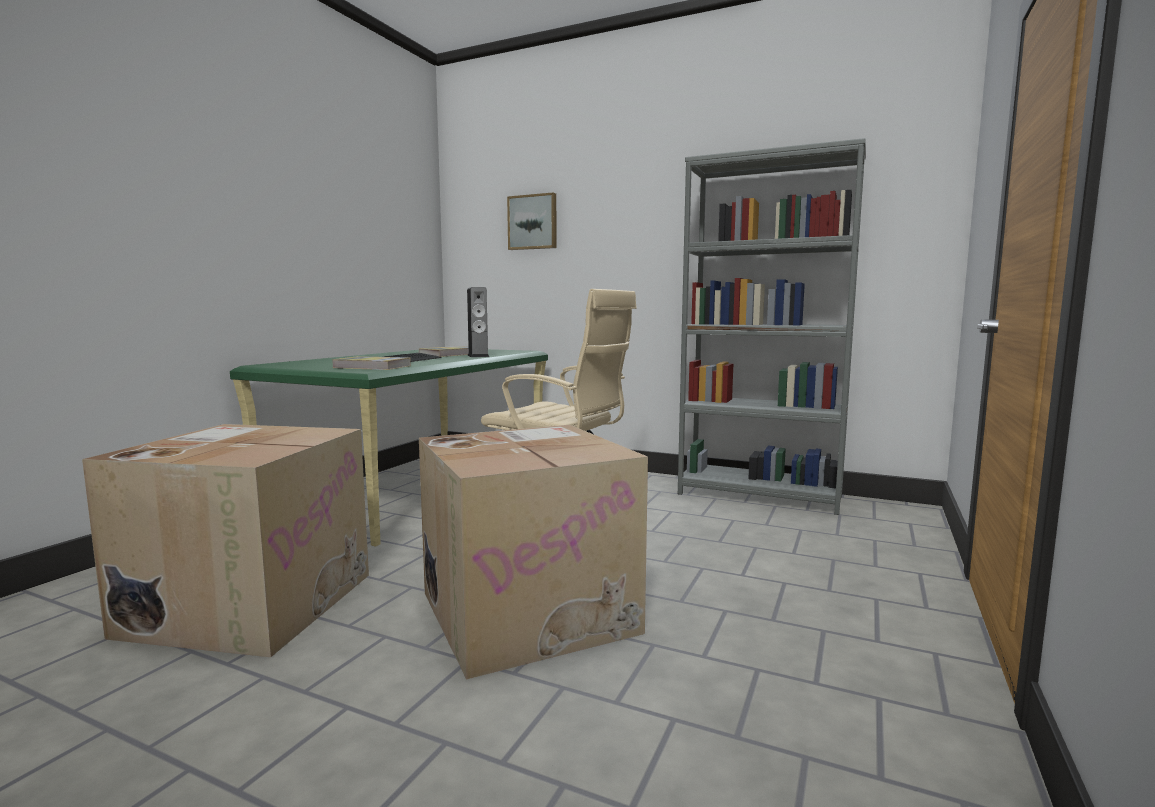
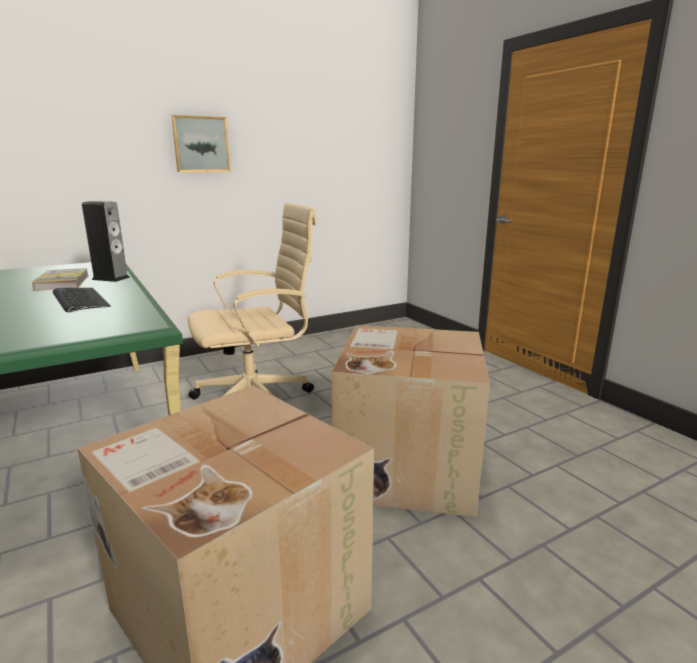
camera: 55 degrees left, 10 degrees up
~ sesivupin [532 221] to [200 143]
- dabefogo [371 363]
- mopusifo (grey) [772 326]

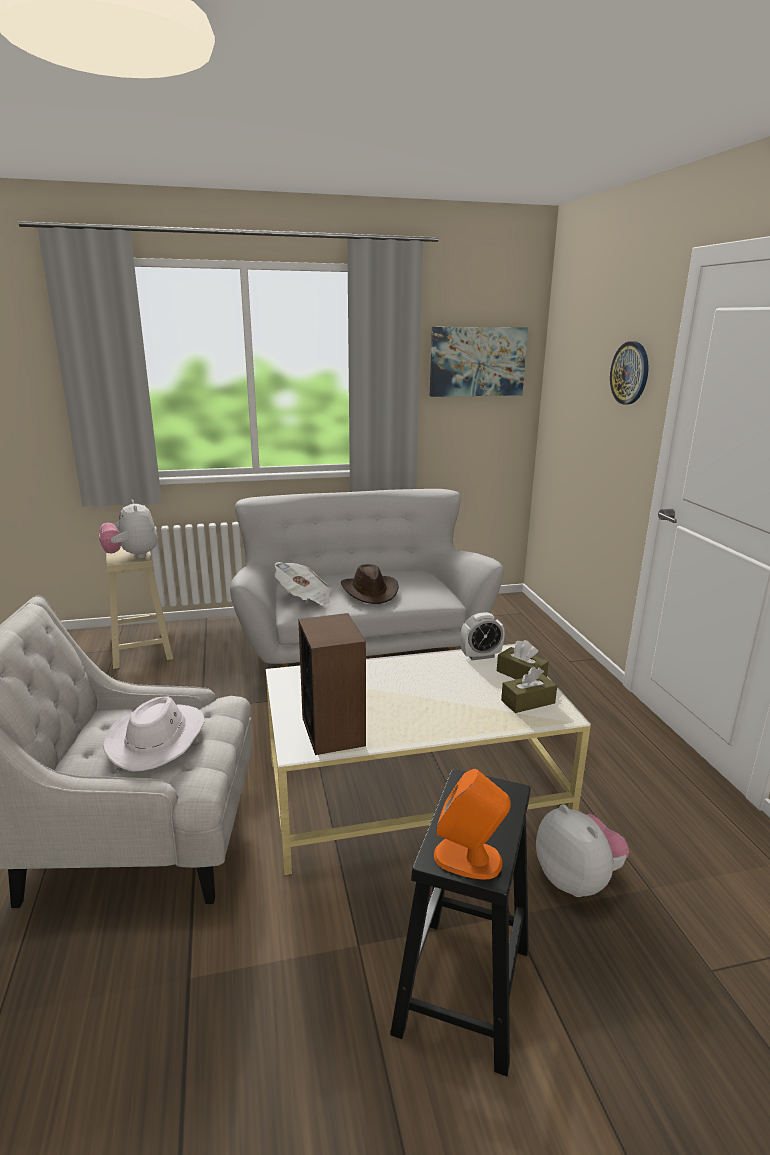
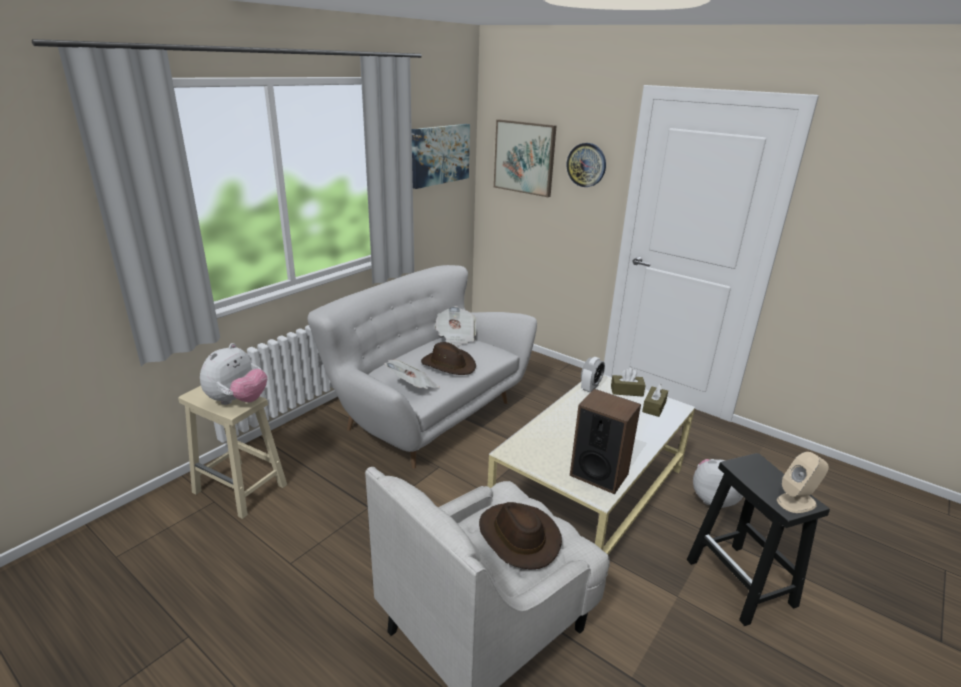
camera: 40 degrees left, 5 degrees up
~ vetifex [128 529] = [233 374] 90 degrees counterclockwise
+ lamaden [455 326]
~ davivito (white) [154 734] to davivito (brown) [520 536]
+ sesivupin [525 158]
~ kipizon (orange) [472 824] to kipizon (beige) [803 482]

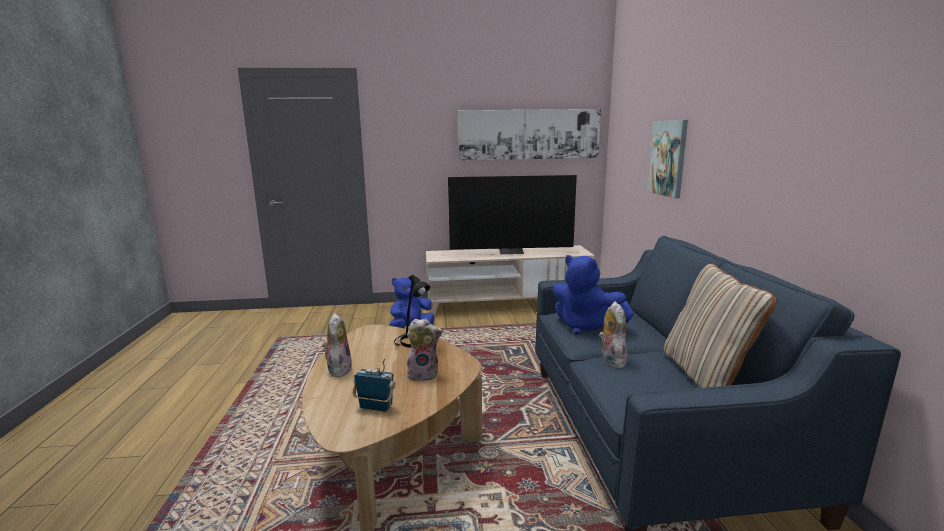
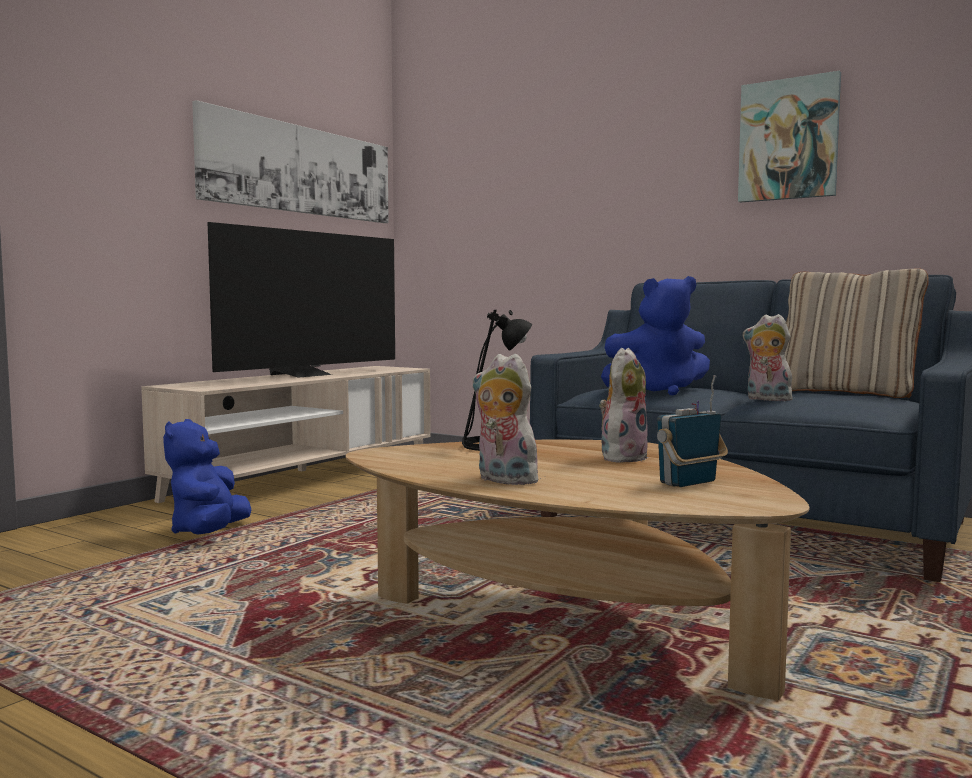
camera: 50 degrees left, 10 degrees down
~ sesivupin [667 159] to [789 137]

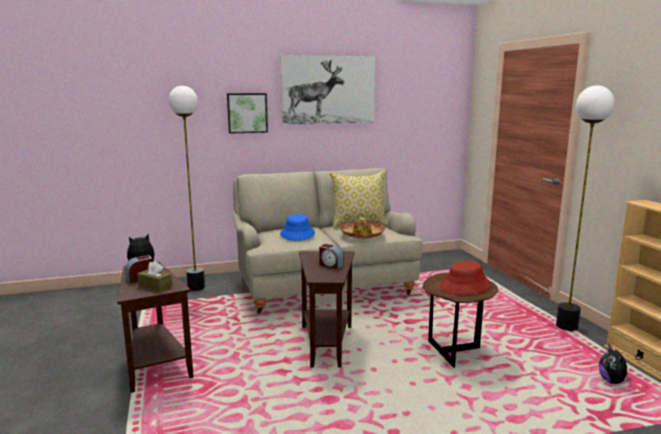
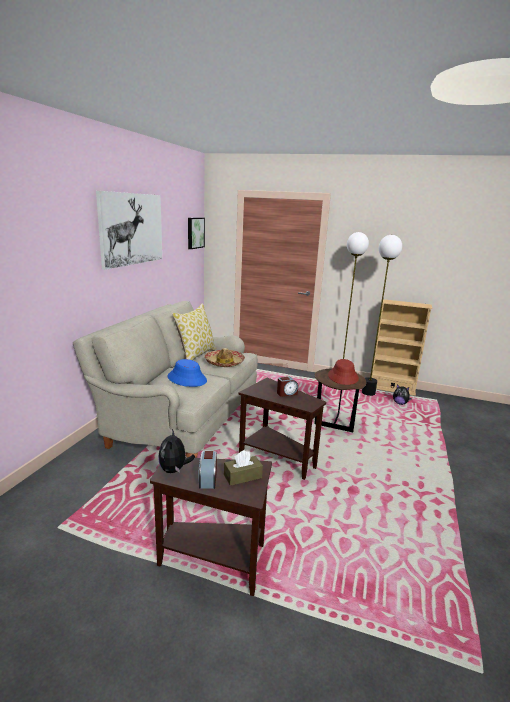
camera: 55 degrees left, 5 degrees up
~ sesivupin [247 113] to [196 233]
~ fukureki [187 188] to [382 315]

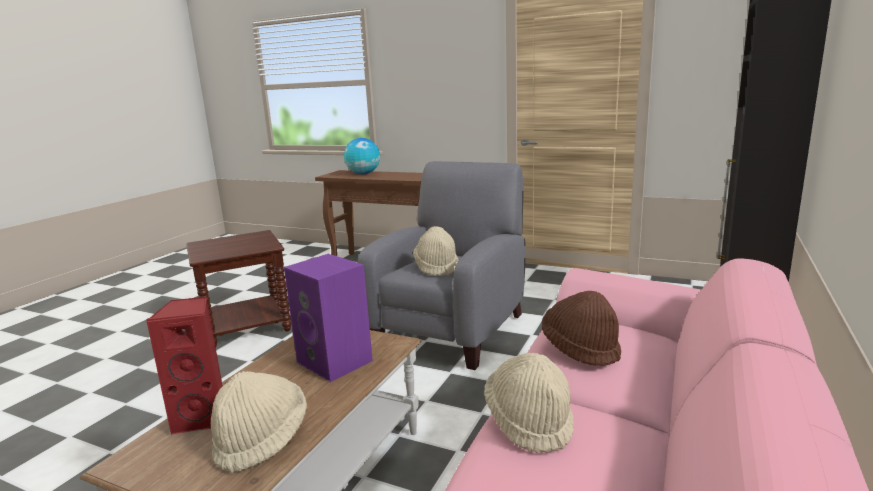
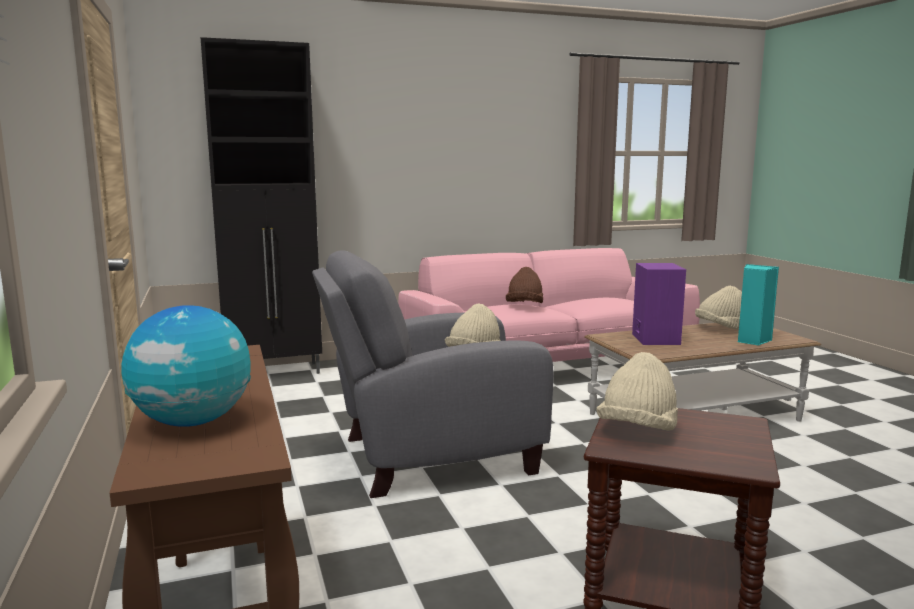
camera: 135 degrees left, 5 degrees down
~ davivito (beige) [529 403] to [637 391]
~ kipizon (red) [184 366] to kipizon (turquoise) [758 305]

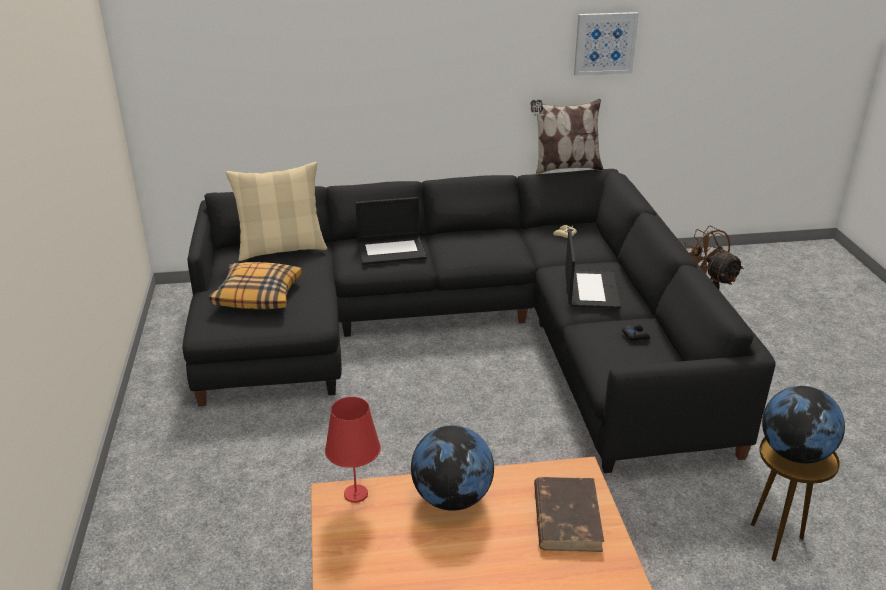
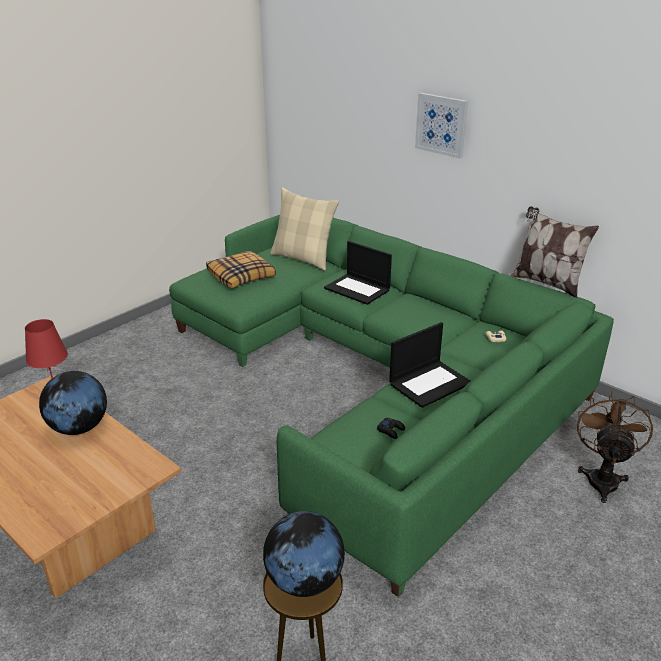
camera: 50 degrees right, 0 degrees up
~ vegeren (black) [479 321] to vegeren (green) [391 406]
~ sesivupin [606 44] to [441 126]
- dabefogo (brown) [569 514]

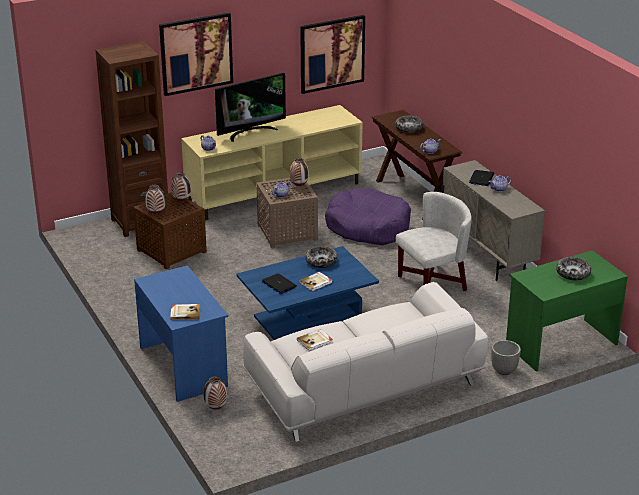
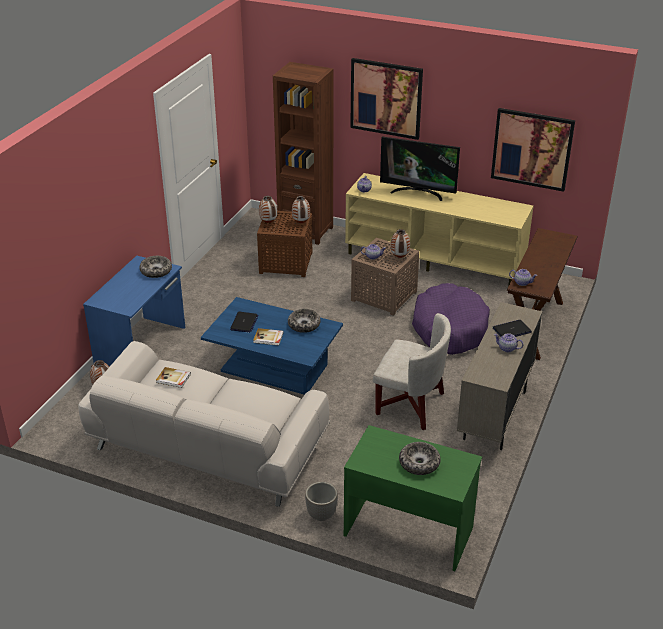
camera: 50 degrees right, 5 degrees up
~ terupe [409 124] to [156 267]
- dabefogo [185 312]

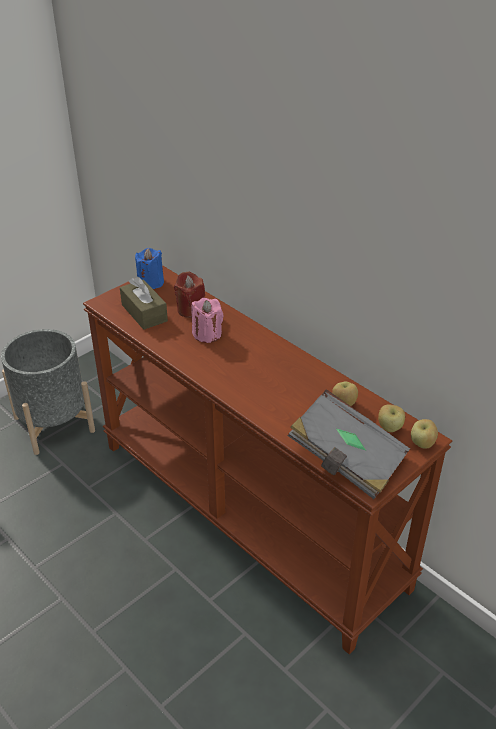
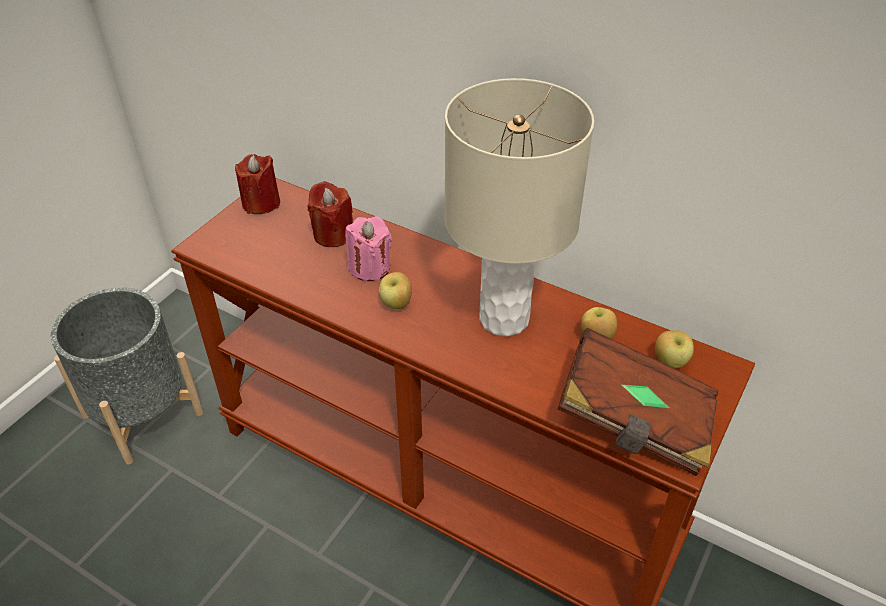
camera: 15 degrees left, 5 degrees up
~ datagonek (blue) [149 268] to datagonek (red) [257 184]
~ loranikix [424 434] to [395 290]
+ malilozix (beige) [519 207]
~ dabefogo (grey) [349 444] to dabefogo (brown) [638 402]
- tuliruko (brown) [144 303]

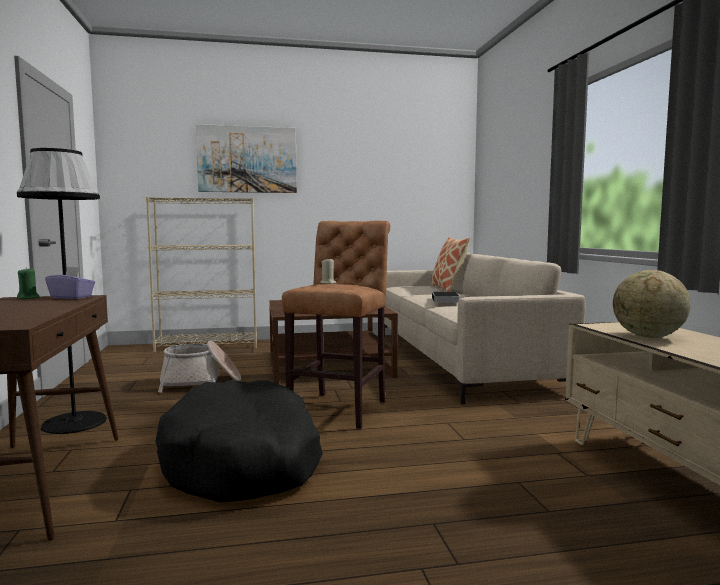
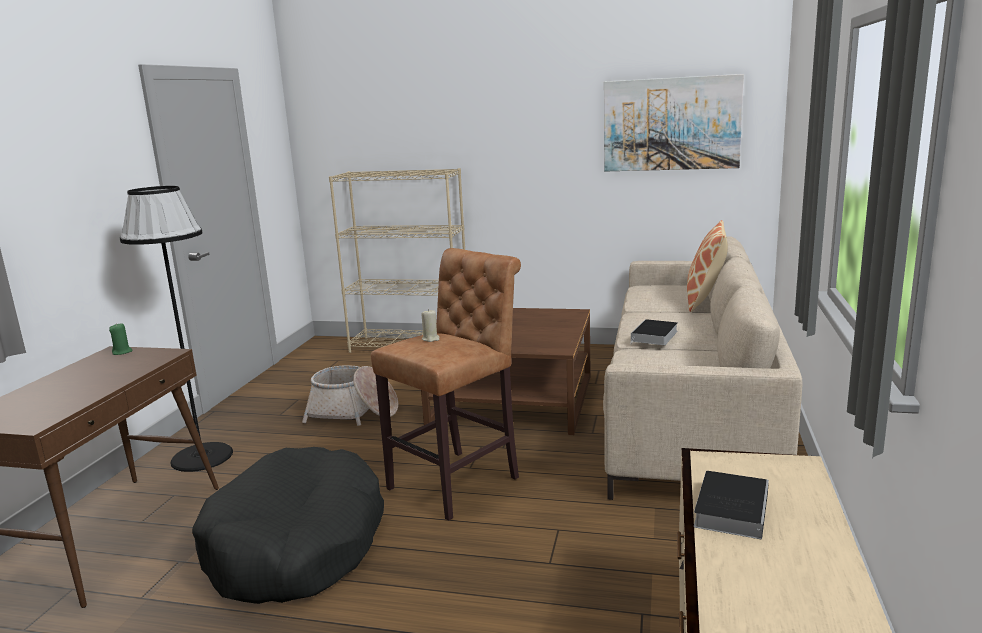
camera: 25 degrees right, 10 degrees up
~ sesivupin [246 158] to [674 122]
~ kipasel [651 304] to dabefogo [731 505]
- tuliruko (purple) [70 282]

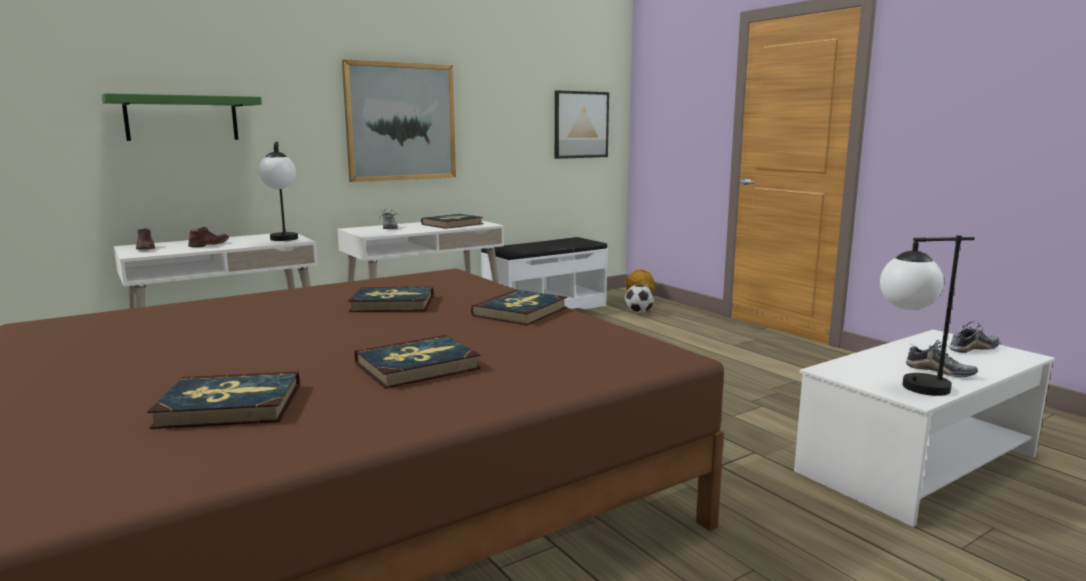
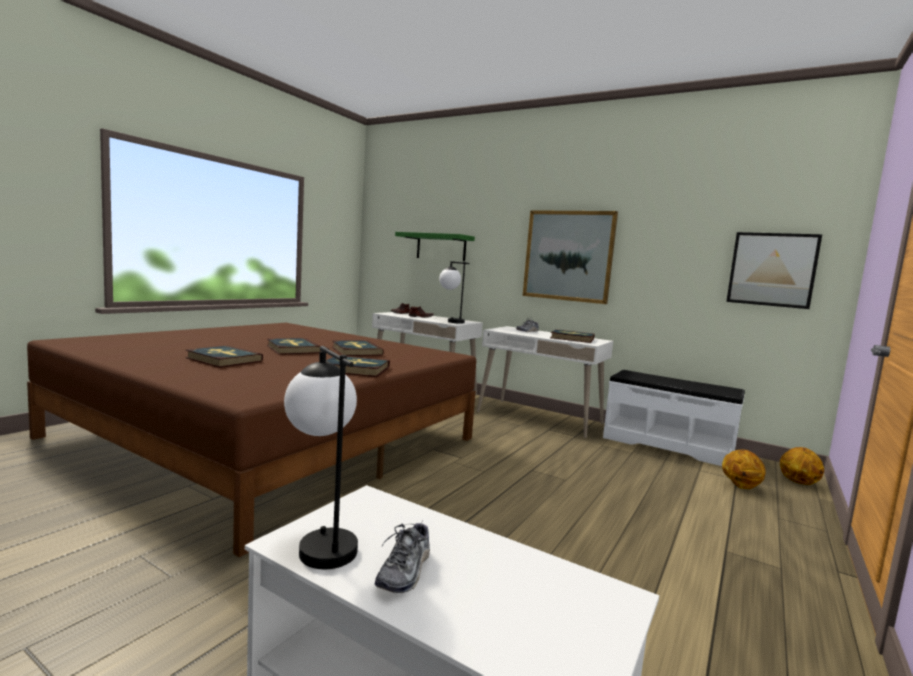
camera: 65 degrees right, 5 degrees down
~ dabefogo [223 400] to [294 346]
~ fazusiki [639 299] to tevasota [744 469]
- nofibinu [974 337]

